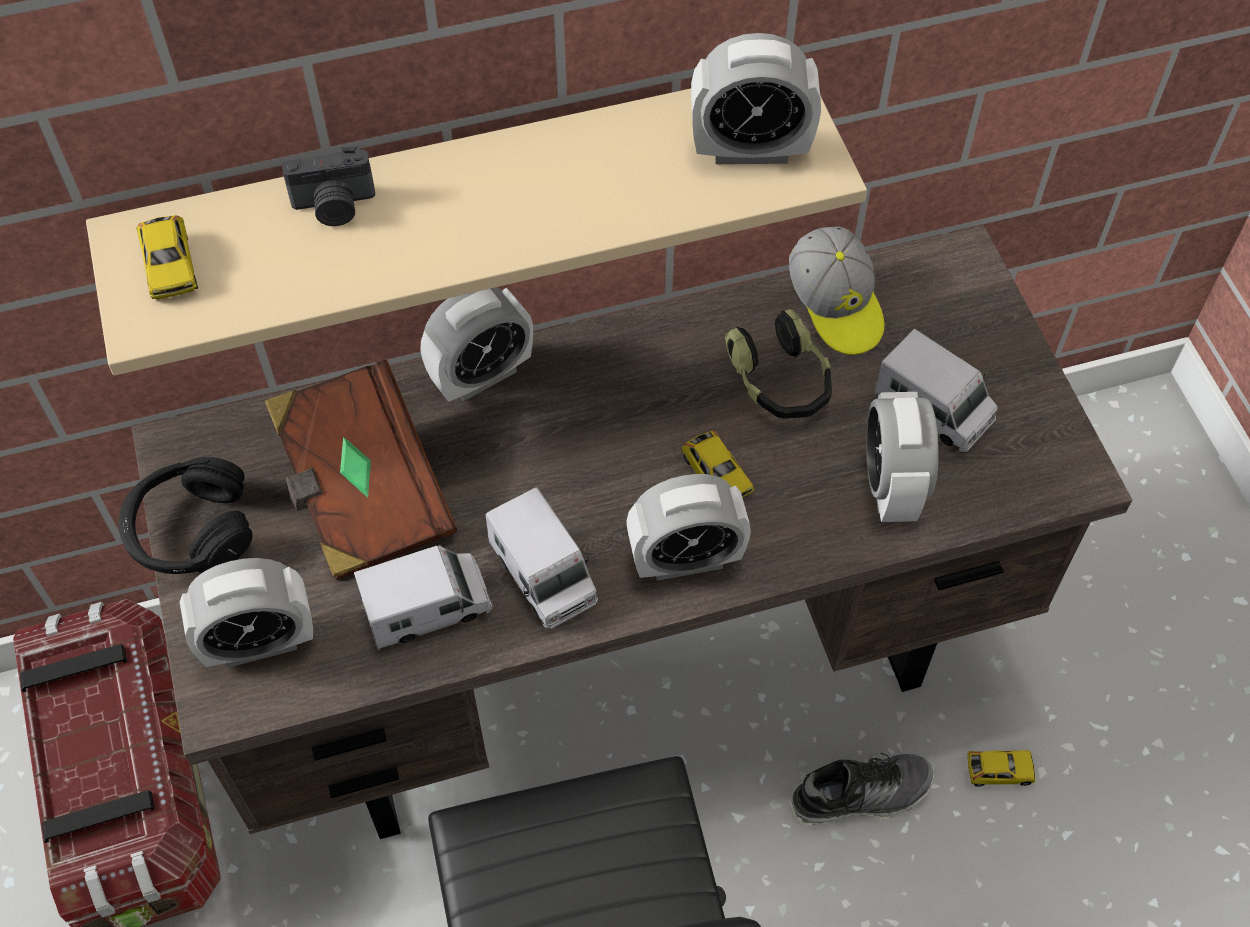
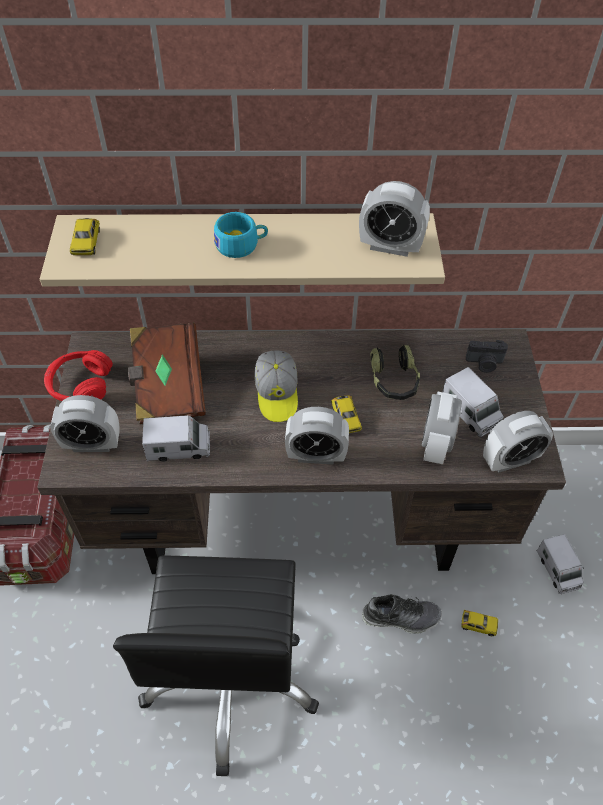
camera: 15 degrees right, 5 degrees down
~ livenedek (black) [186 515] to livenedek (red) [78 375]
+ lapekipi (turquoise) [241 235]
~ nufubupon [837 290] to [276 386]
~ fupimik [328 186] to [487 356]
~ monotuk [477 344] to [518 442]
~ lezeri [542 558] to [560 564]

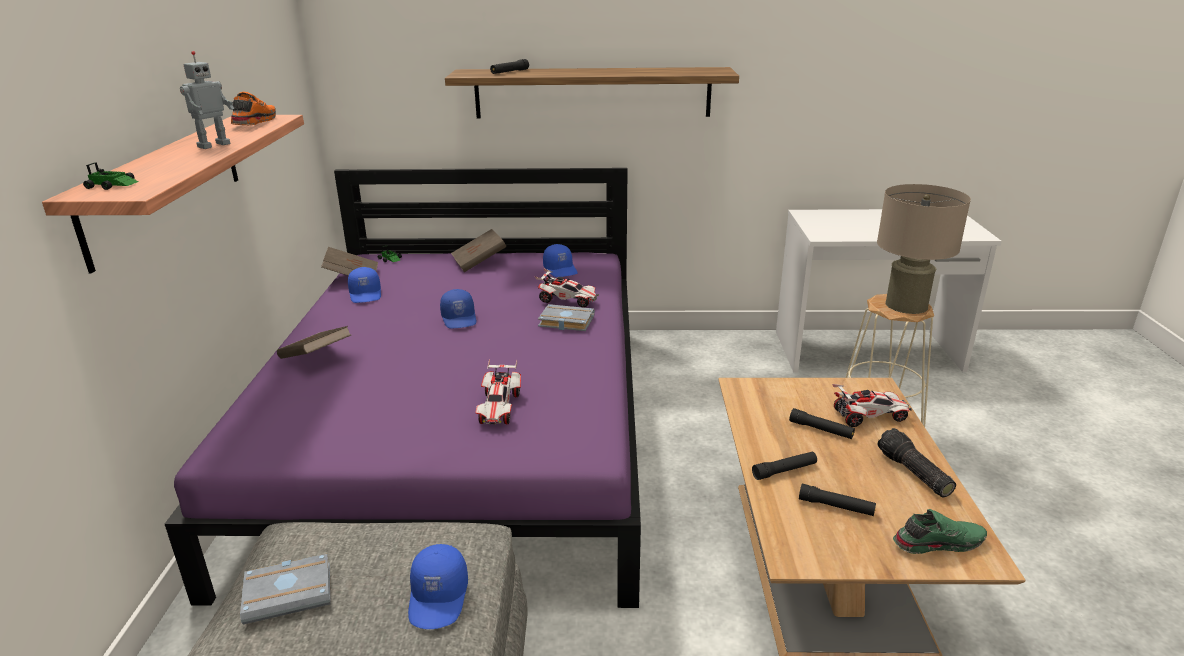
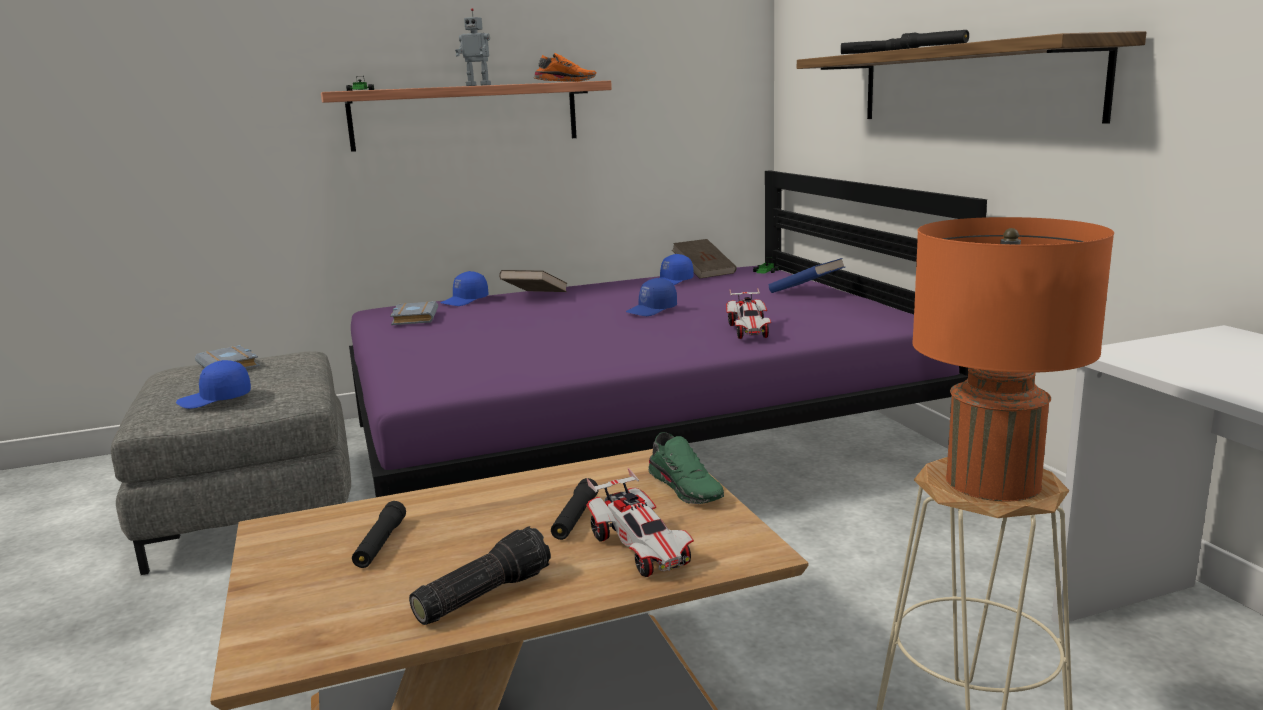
camera: 70 degrees right, 10 degrees down
~ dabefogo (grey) [566 317] to [414 313]
~ nufubupon (blue) [560 260] to [465 288]
~ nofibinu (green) [940 531] to [686 468]
~ dabefogo (brown) [479 250] to dabefogo (blue) [807 275]
~ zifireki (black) [784 466] to [934 39]
~ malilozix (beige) [924 249] to malilozix (orange) [1013 359]
- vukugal [498 392]

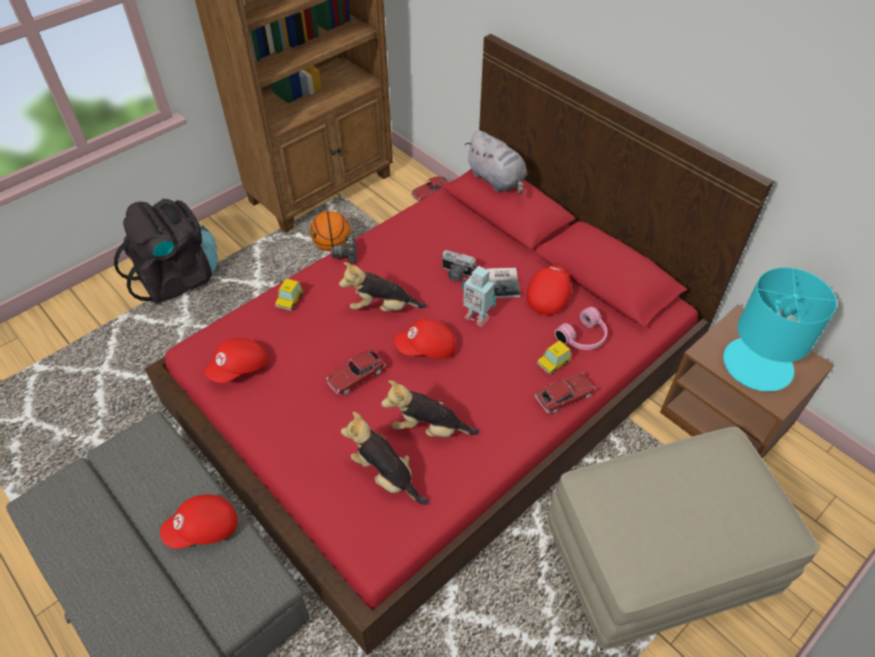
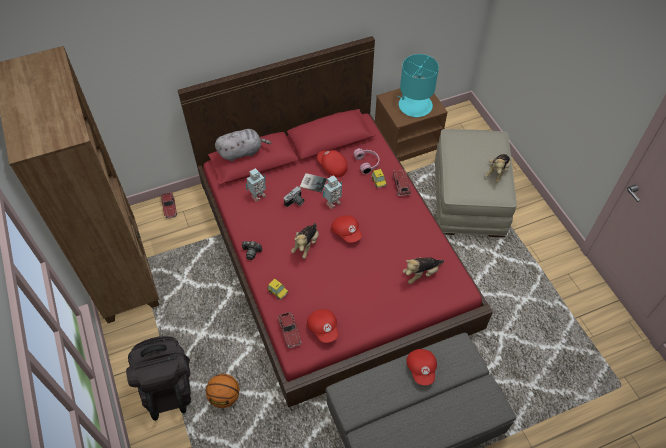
camera: 70 degrees left, 5 degrees up
~ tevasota [330 231] to [223 391]
+ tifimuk [256 185]
~ vukugal [356 372] to [290 330]
~ nufubupon (red) [425 339] = [346 229] 45 degrees counterclockwise
~ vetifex [430 408] to [498 168]

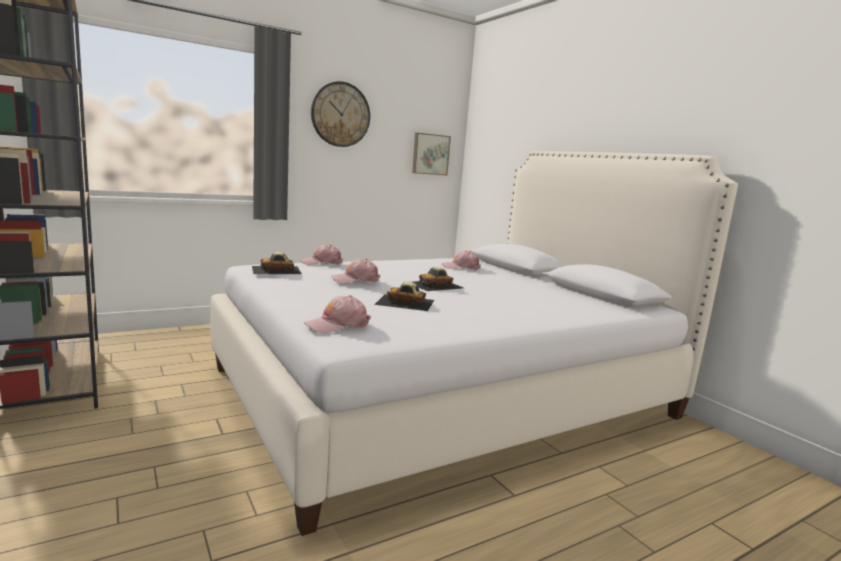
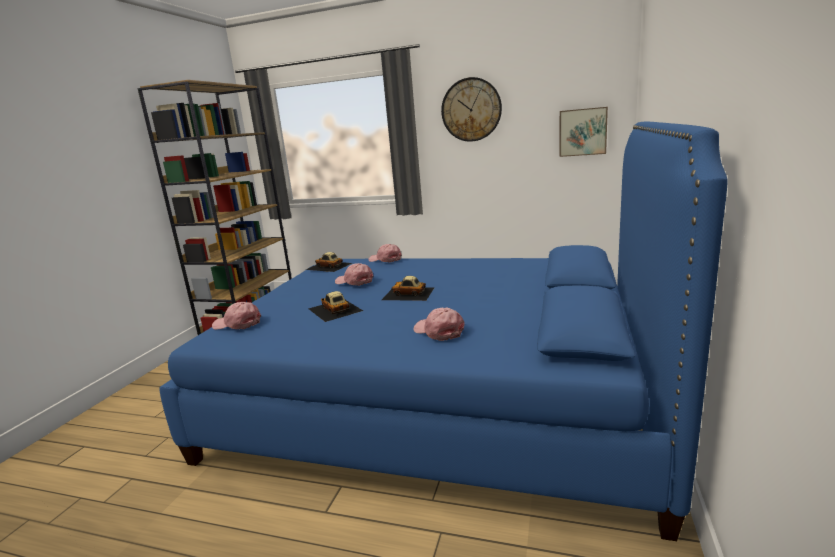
camera: 50 degrees right, 5 degrees up
~ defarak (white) [474 343] to defarak (blue) [443 331]
~ nufubupon (pink) [461 260] to [439 324]

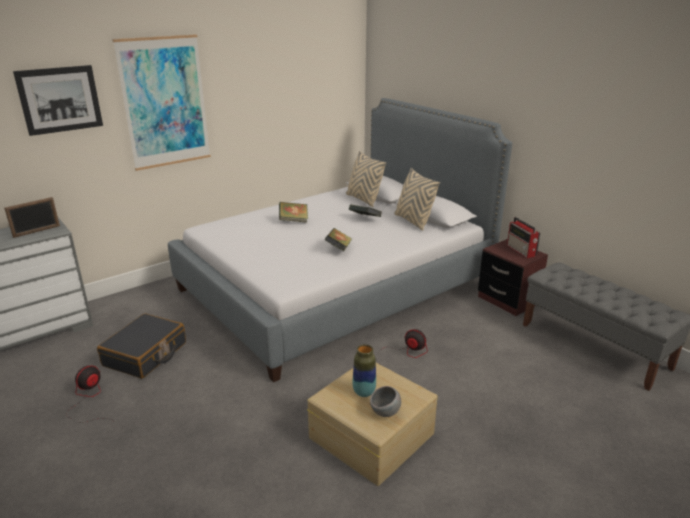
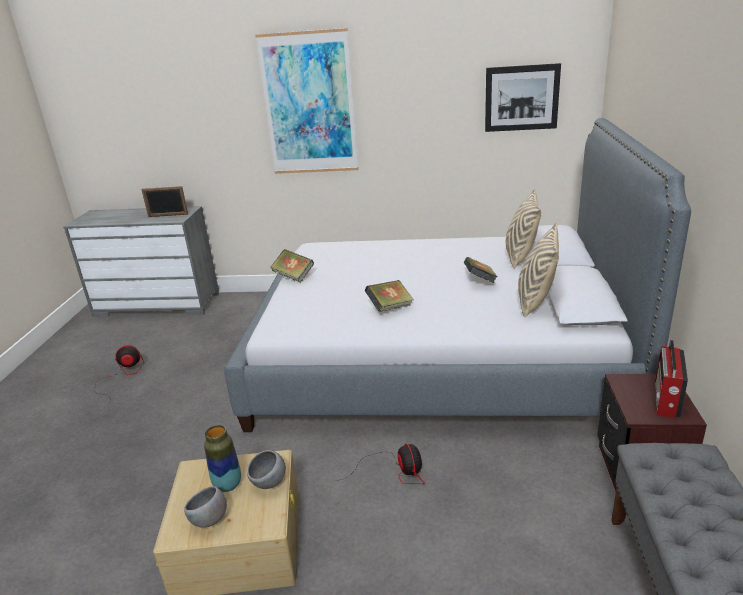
camera: 45 degrees right, 0 degrees up
+ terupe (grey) [266 469]
~ dabefogo [293 212] to [292 266]
~ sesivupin [58 100] to [523 97]
- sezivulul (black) [141 346]

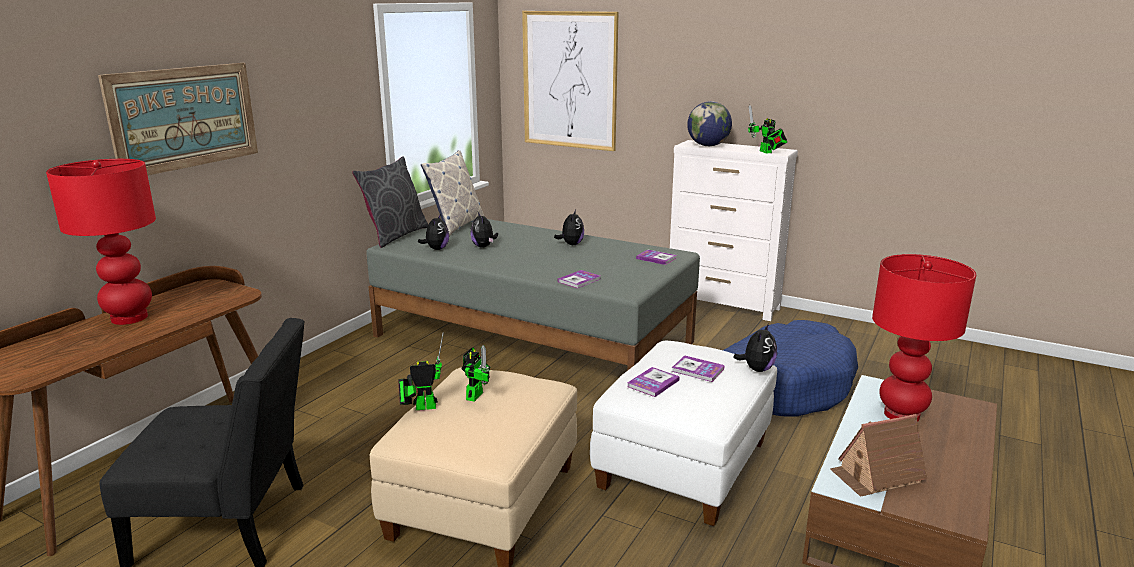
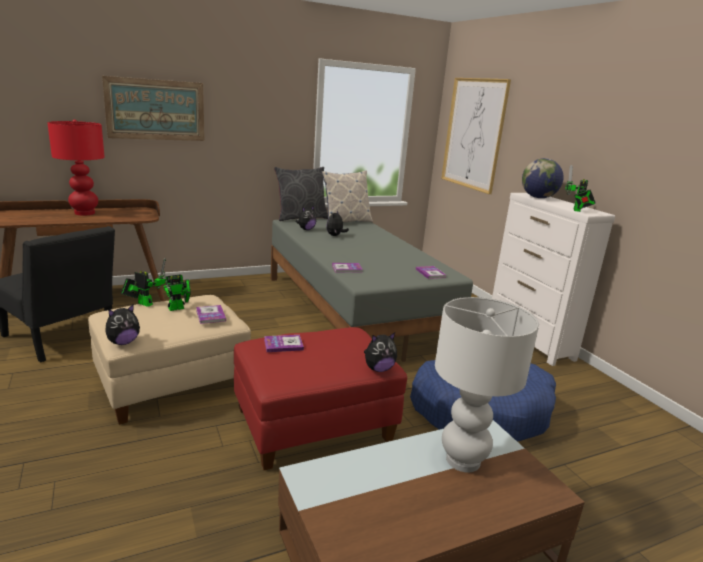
camera: 35 degrees right, 0 degrees up
~ vetifex [569 227] to [122 325]
~ dabefogo [698 368] to [211 314]
~ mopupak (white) [683 433] to mopupak (red) [320 398]
~ malilozix (red) [924 338] to malilozix (white) [487 384]
- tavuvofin [878 455]

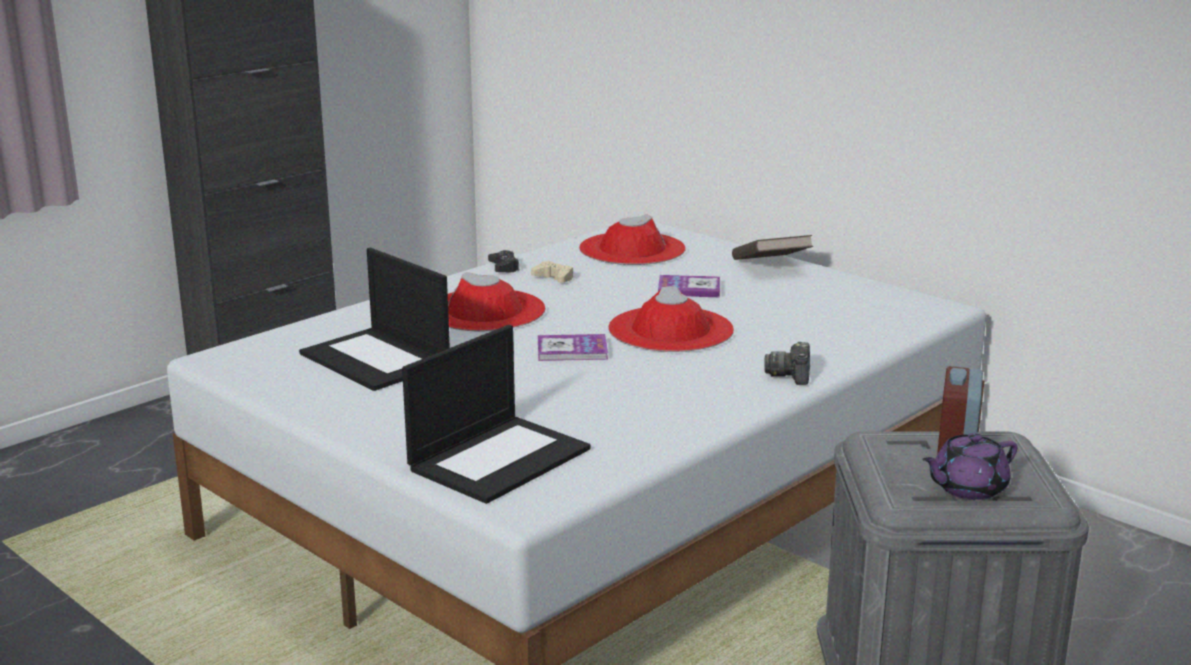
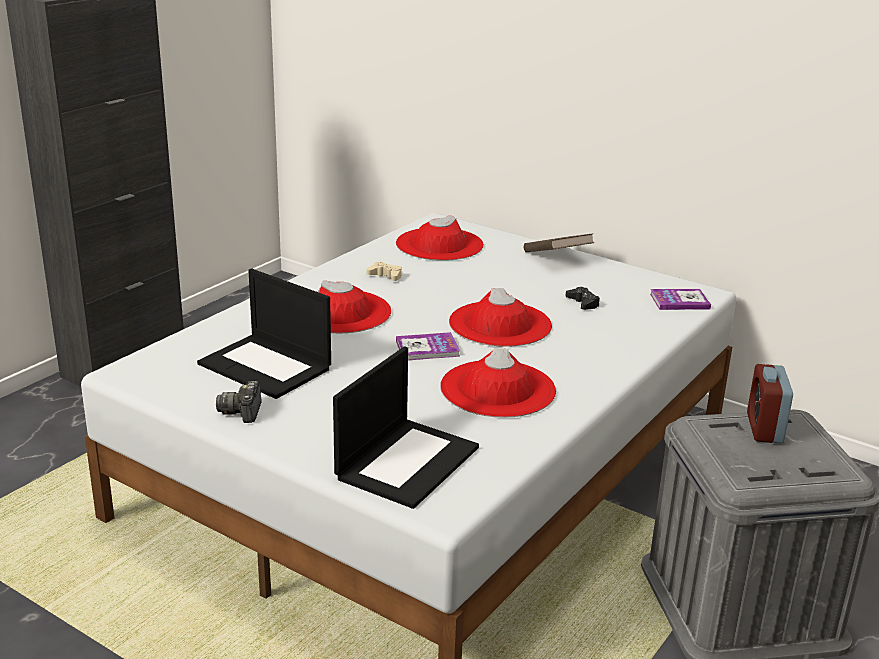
camera: 10 degrees left, 5 degrees up
~ fupimik [787 363] to [239 402]
+ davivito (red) [498 383]
~ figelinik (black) [504 261] to [582 298]
~ dabefogo [689 286] to [680 299]
- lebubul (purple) [970 466]

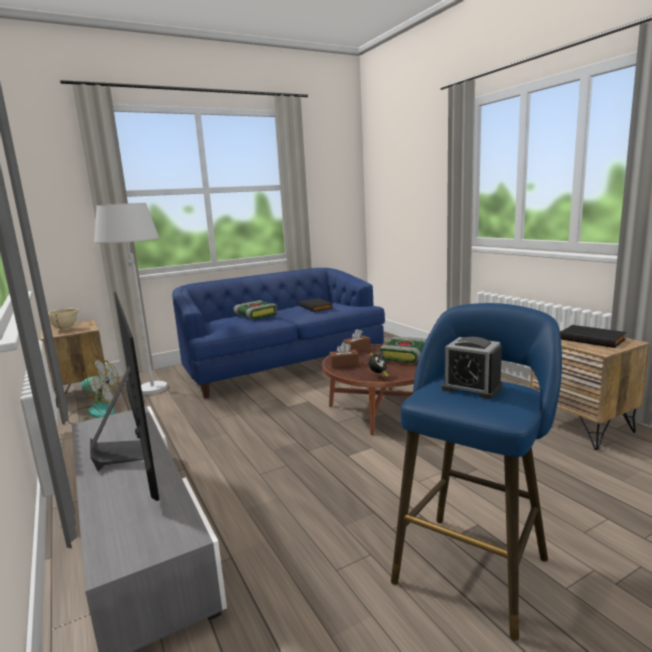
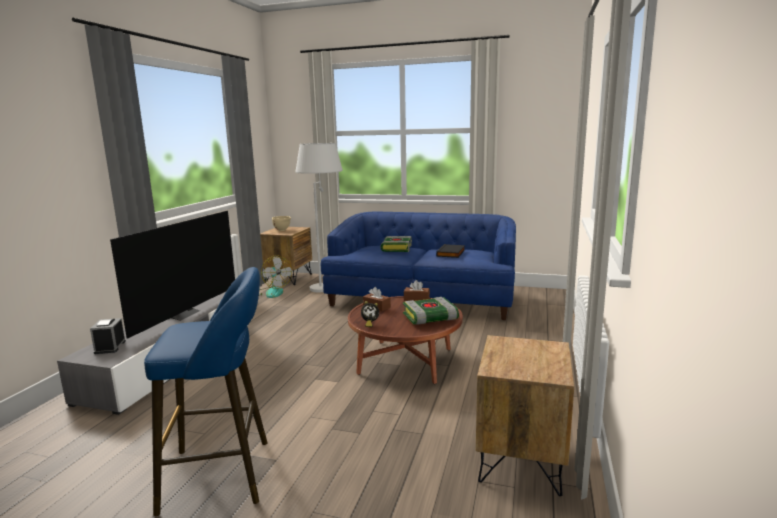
camera: 45 degrees right, 0 degrees up
~ monotuk [472 368] to [108 336]
- dabefogo (black) [593 336]

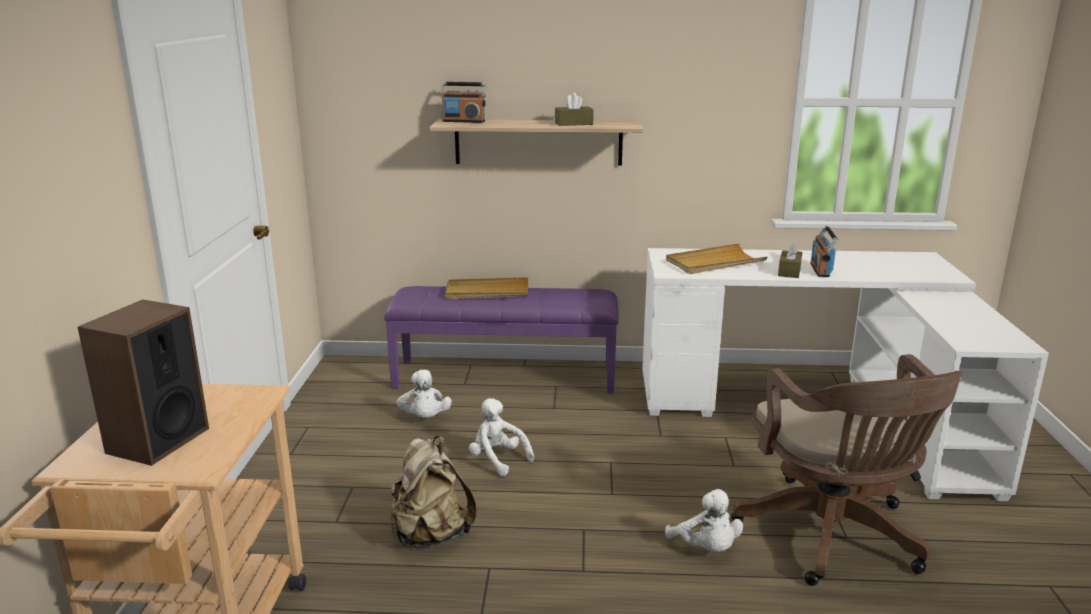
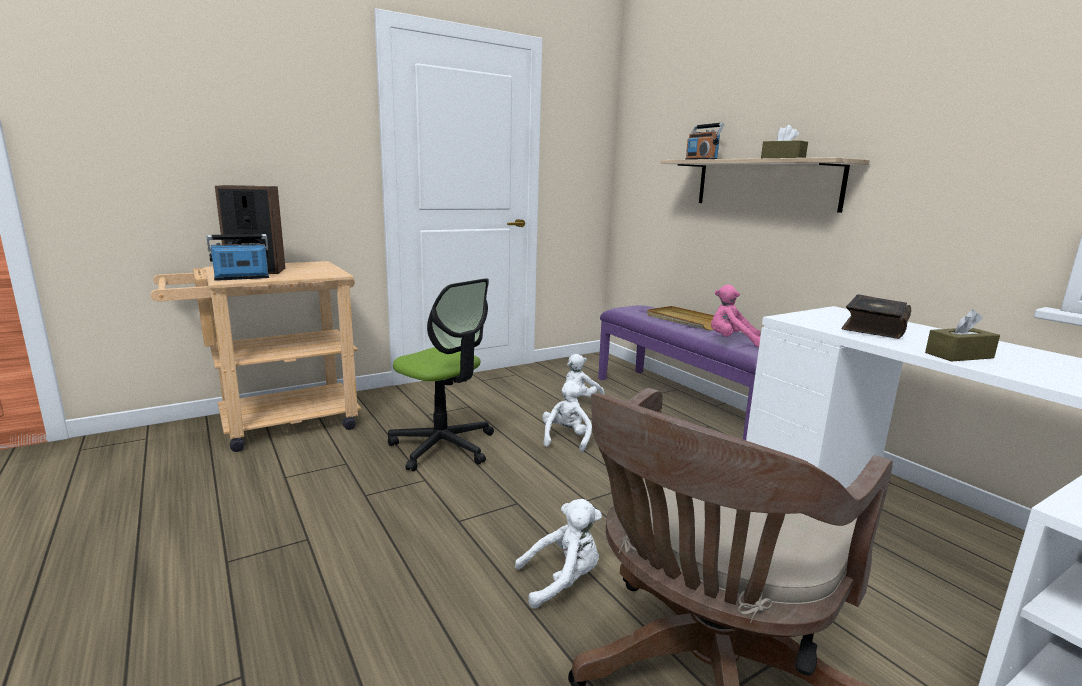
camera: 55 degrees right, 5 degrees down
~ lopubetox [824 251] to [238 257]
~ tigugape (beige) [433 491] to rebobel [441 374]
~ vetifex (white) [704 520] = [558 554] 135 degrees counterclockwise
+ vetifex (pink) [736 316]
~ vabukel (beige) [717 258] to dabefogo [876 316]

